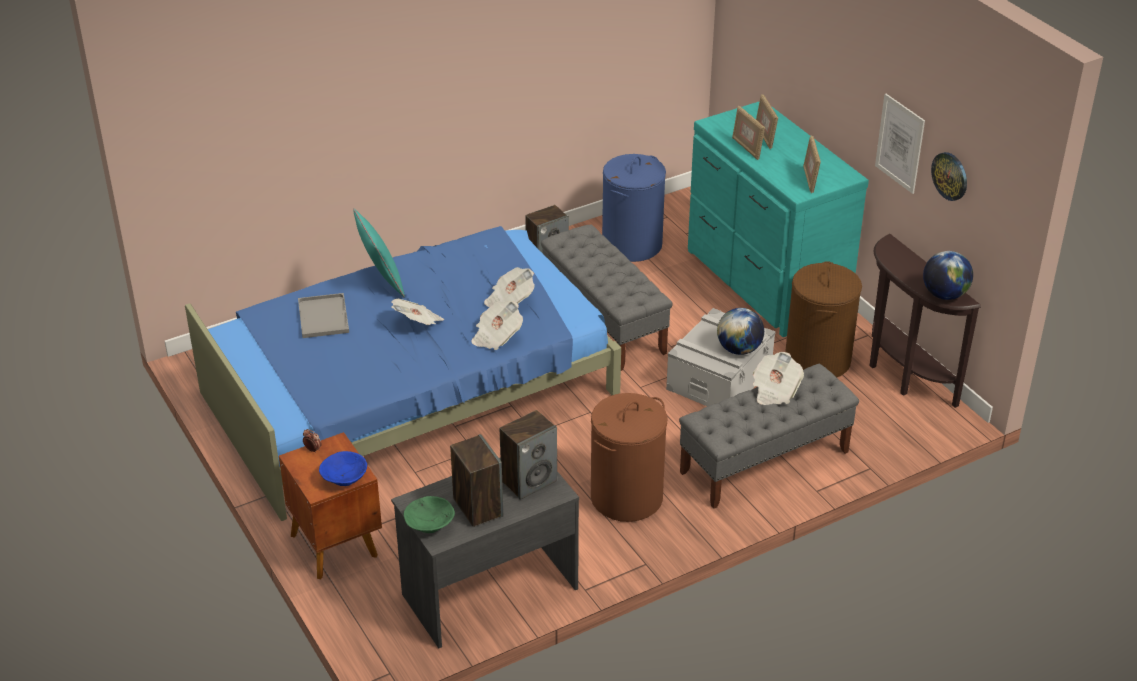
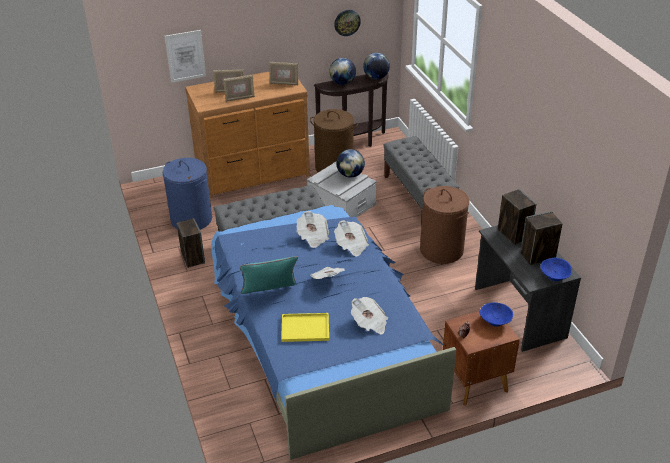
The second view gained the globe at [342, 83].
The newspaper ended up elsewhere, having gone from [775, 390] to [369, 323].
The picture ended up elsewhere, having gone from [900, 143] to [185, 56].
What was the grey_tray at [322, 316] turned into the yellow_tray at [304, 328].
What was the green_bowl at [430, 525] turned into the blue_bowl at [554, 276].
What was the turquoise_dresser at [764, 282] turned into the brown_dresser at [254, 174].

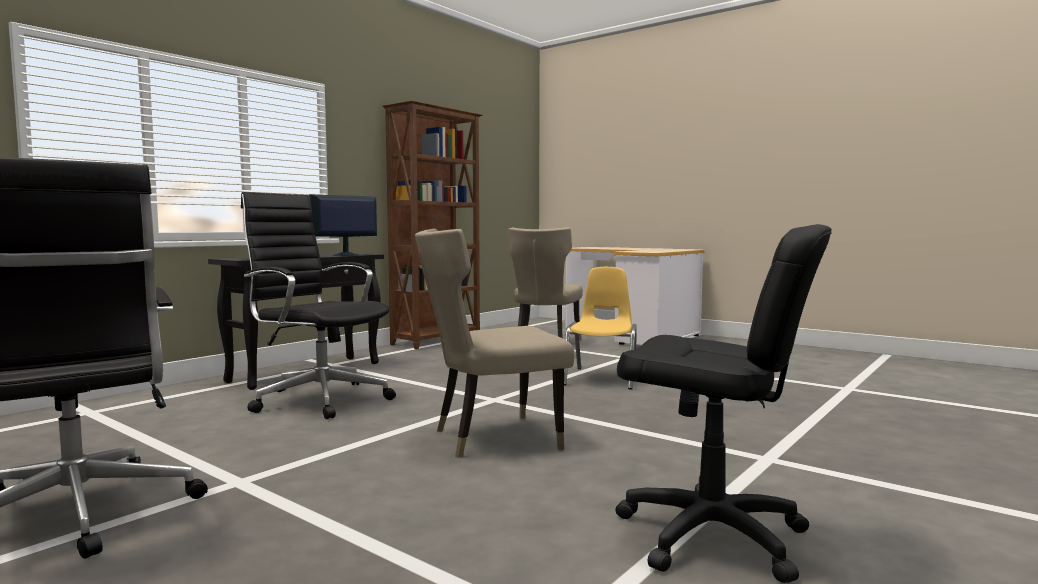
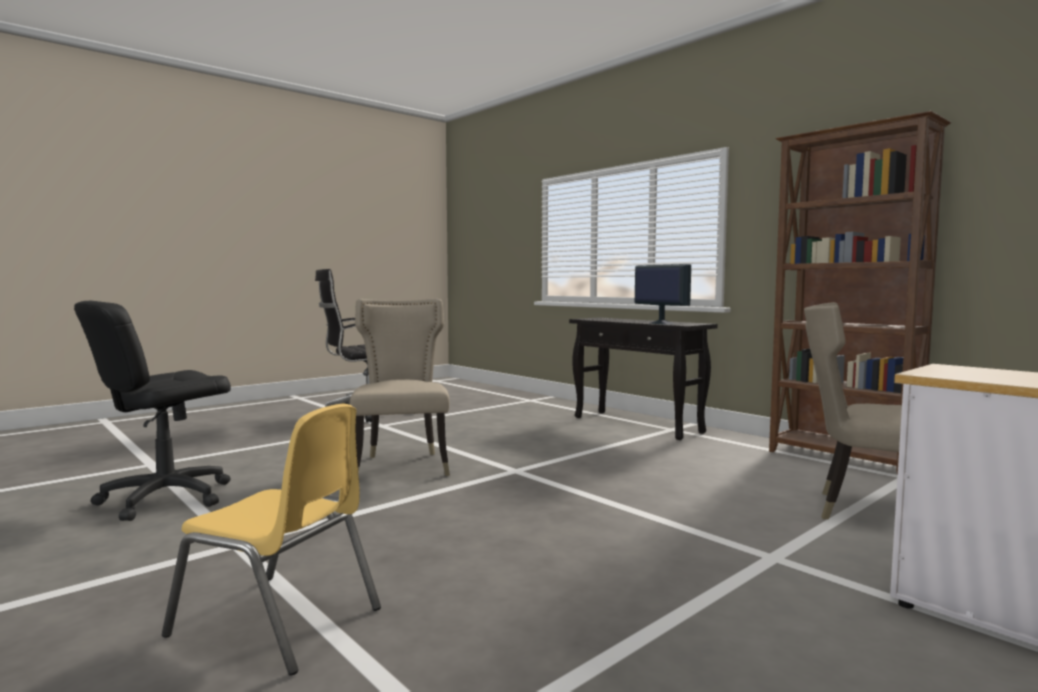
The second view lost the black_office_chair at [319, 399].
The yellow_chair ended up elsewhere, having gone from [602, 378] to [278, 622].

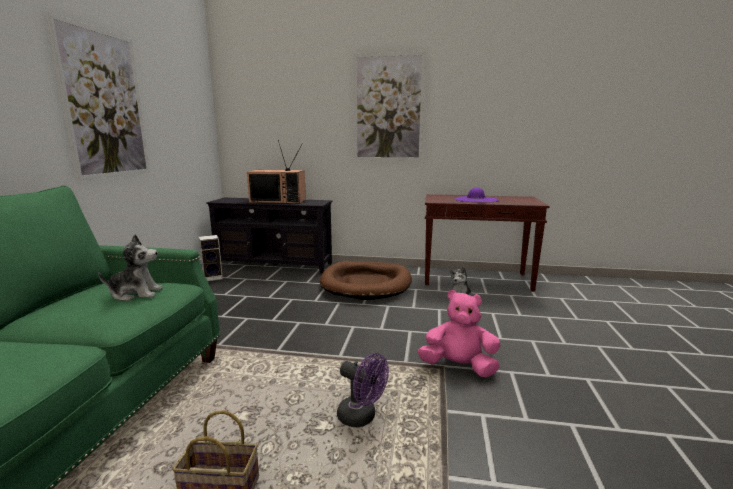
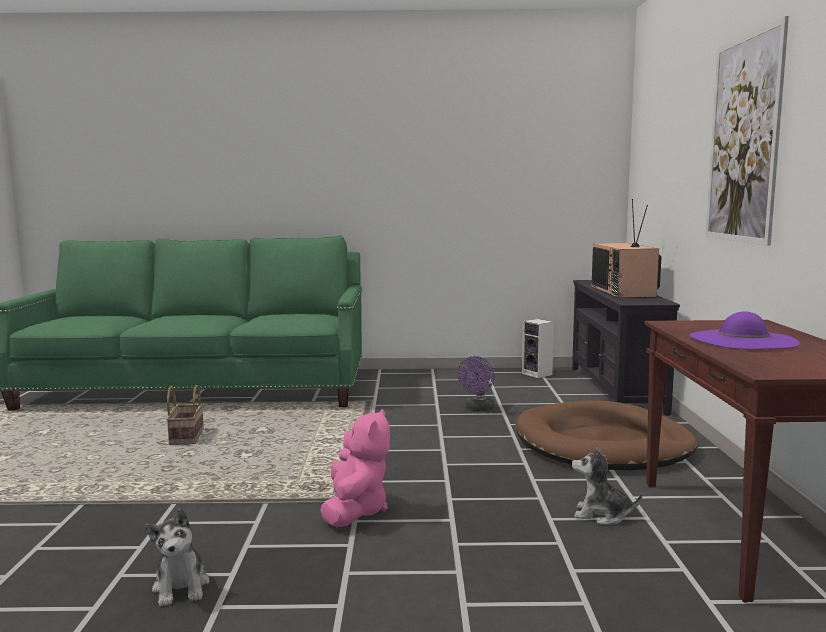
The second view lost the picture at [105, 104].
The plush_toy ended up elsewhere, having gone from [136, 294] to [181, 587].
The purple_fan ended up elsewhere, having gone from [362, 418] to [478, 409].

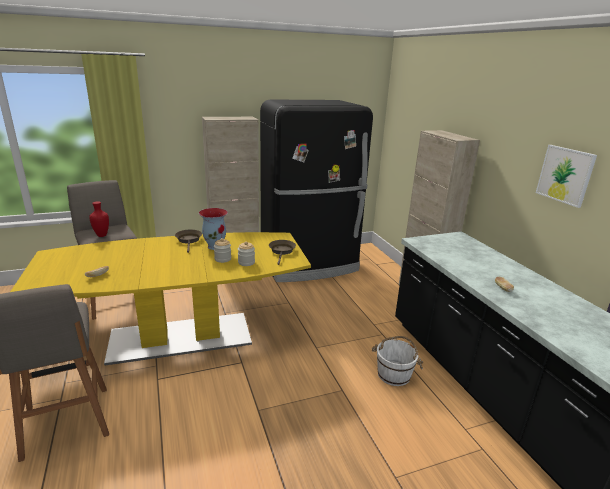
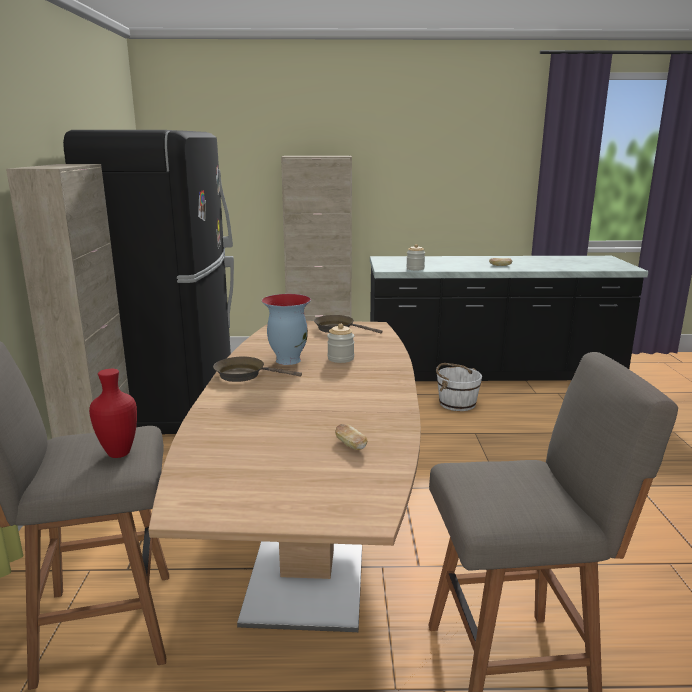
The second view lost the picture at [565, 175].
The jar ended up elsewhere, having gone from [246, 262] to [415, 268].
What was the yellow_dining_table at [181, 337] turned into the brown_dining_table at [313, 536].

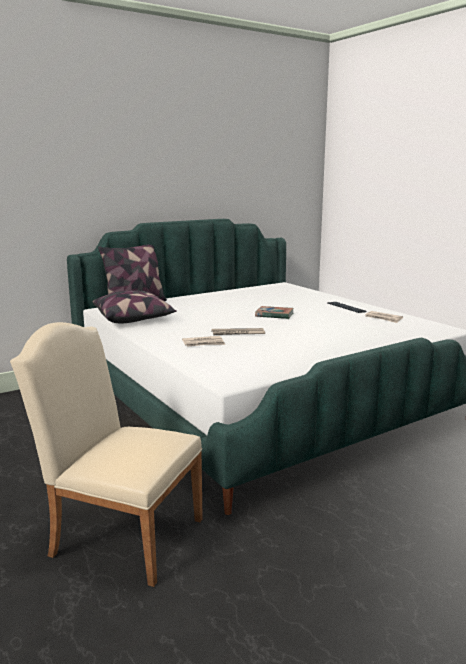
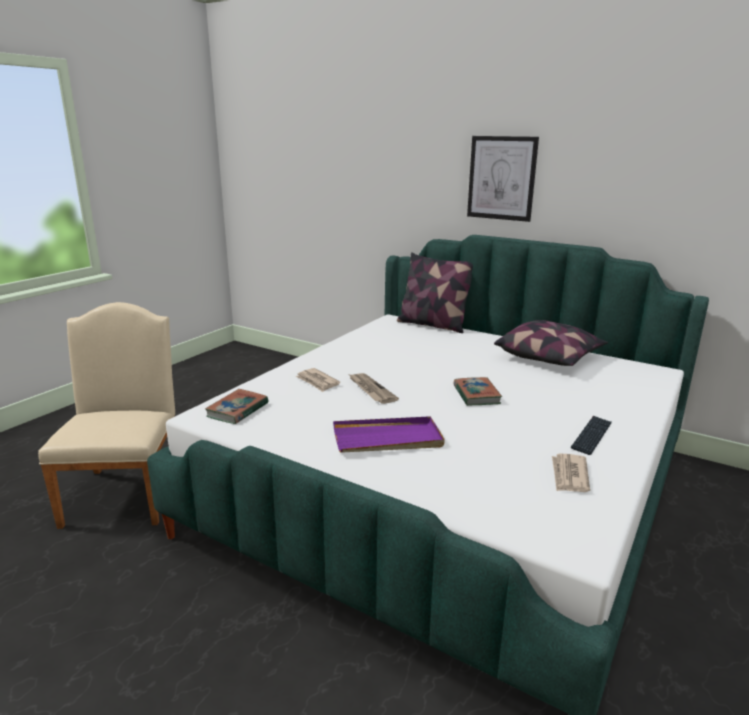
The second view gained the book at [237, 410].
The second view gained the purple_tray at [388, 439].
The second view gained the picture at [501, 178].
The pillow ended up elsewhere, having gone from [134, 319] to [549, 358].

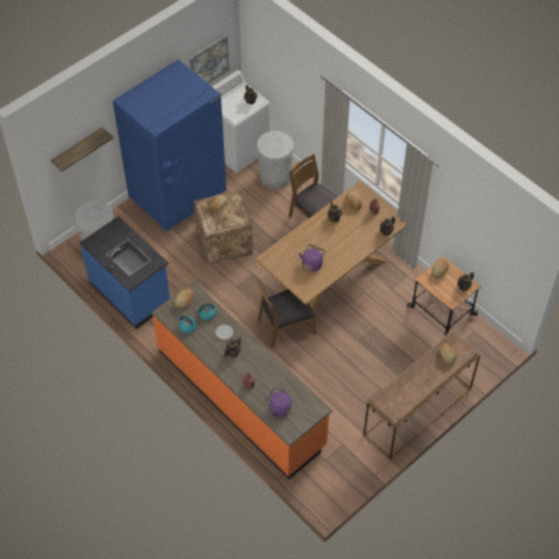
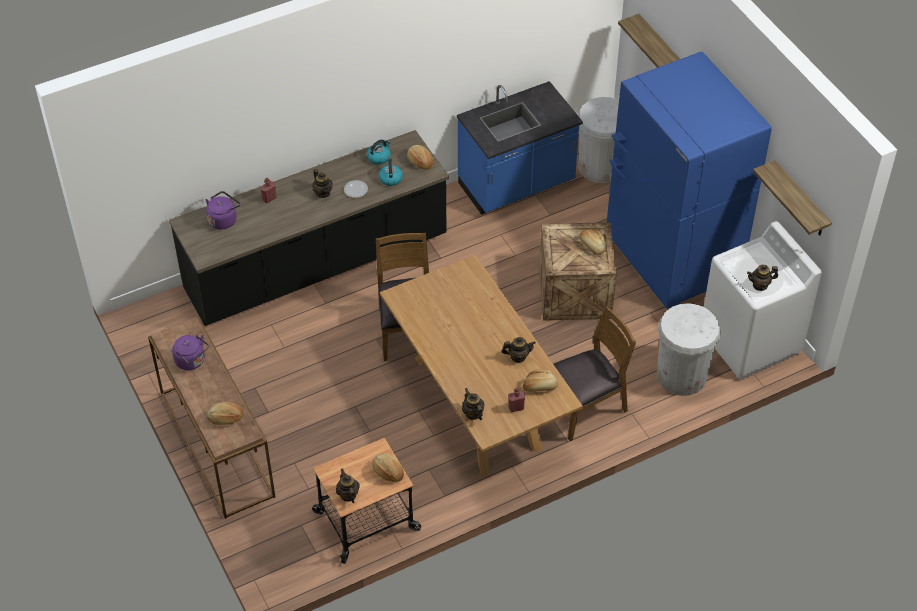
The purple_kettle ended up elsewhere, having gone from [312, 263] to [192, 361].
Where the picture hung at [208, 63], the shelf came to hang at [801, 200].
What was the orange_counter at [241, 397] turned into the black_counter at [317, 264].

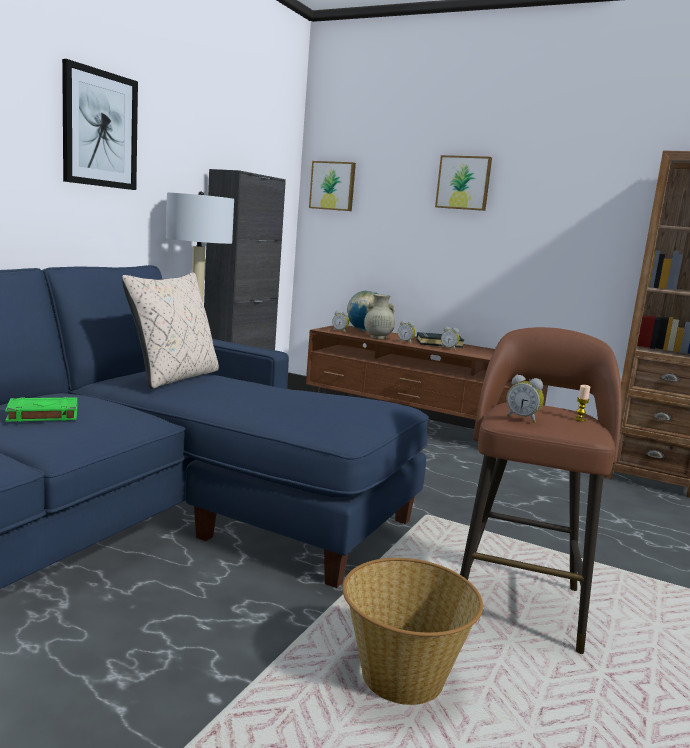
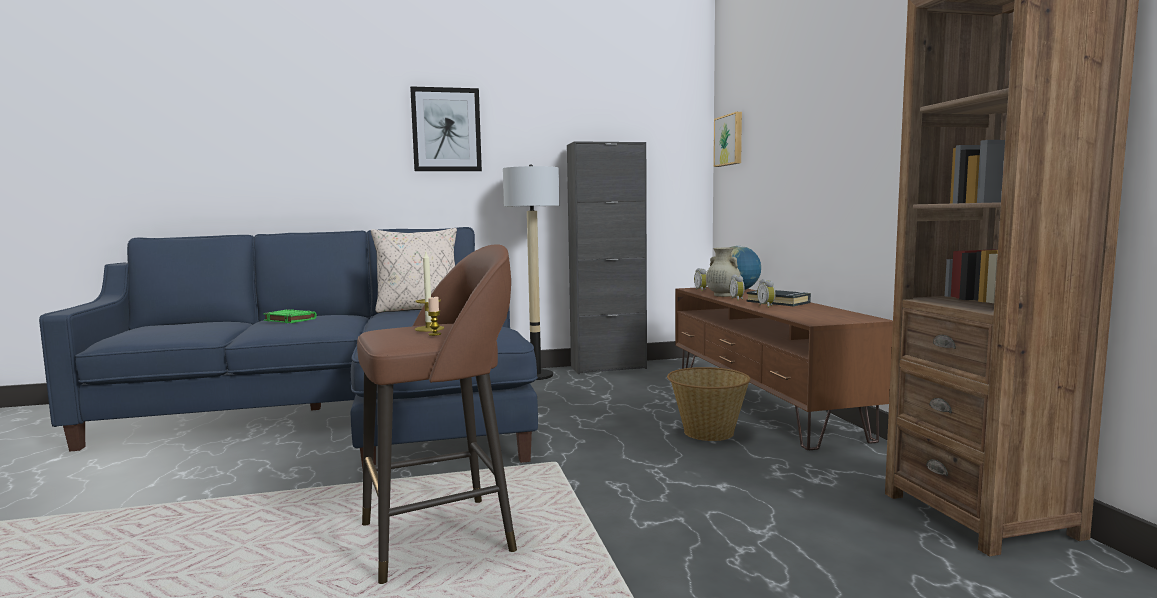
The second view lost the picture at [463, 183].
The second view lost the alarm_clock at [522, 418].
The second view gained the candle at [429, 329].
The basket ended up elsewhere, having gone from [401, 679] to [707, 432].

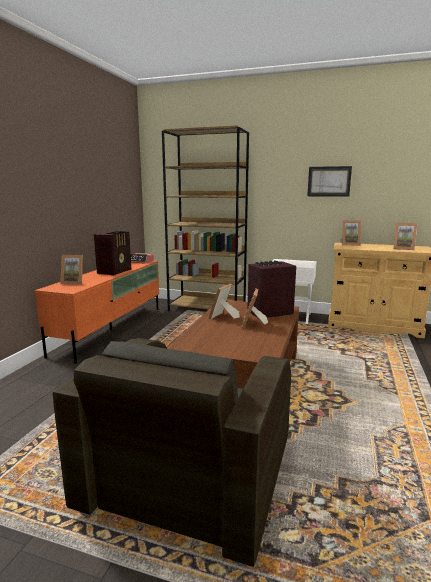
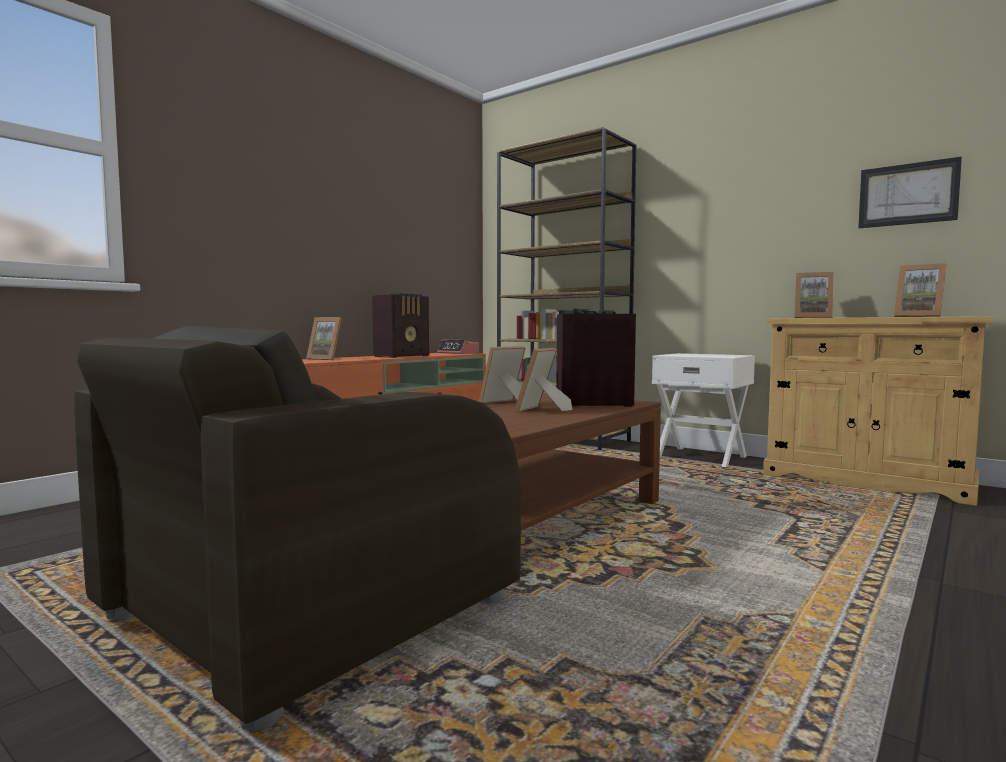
The picture ended up elsewhere, having gone from [329, 181] to [907, 194].

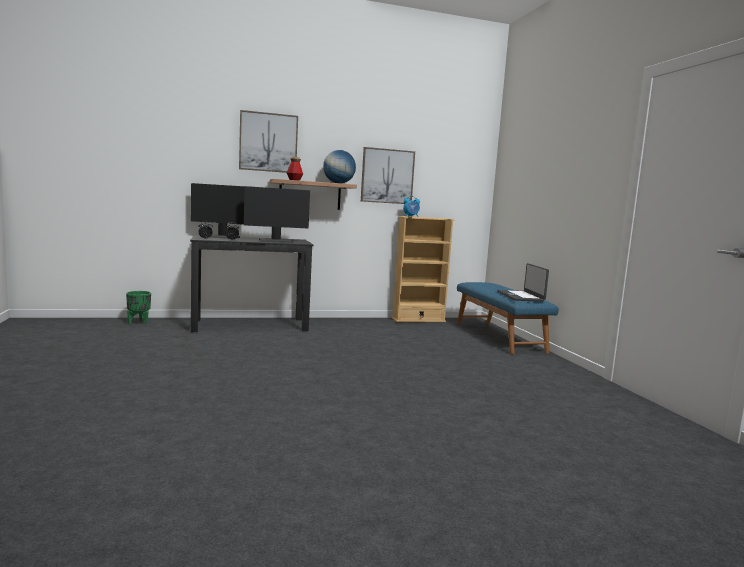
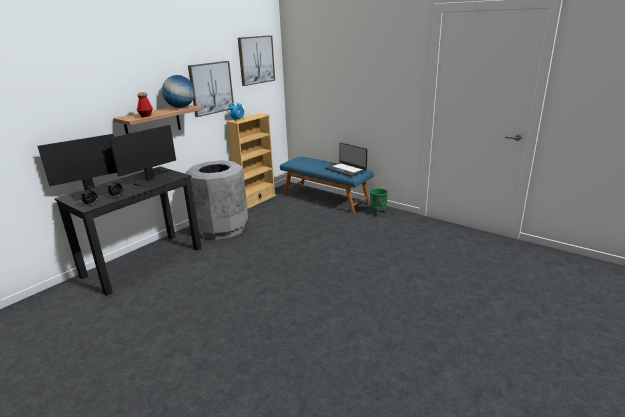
The second view gained the grey_trash_can at [222, 229].
The green_planter ended up elsewhere, having gone from [139, 322] to [378, 213].
The picture ended up elsewhere, having gone from [268, 142] to [256, 60].

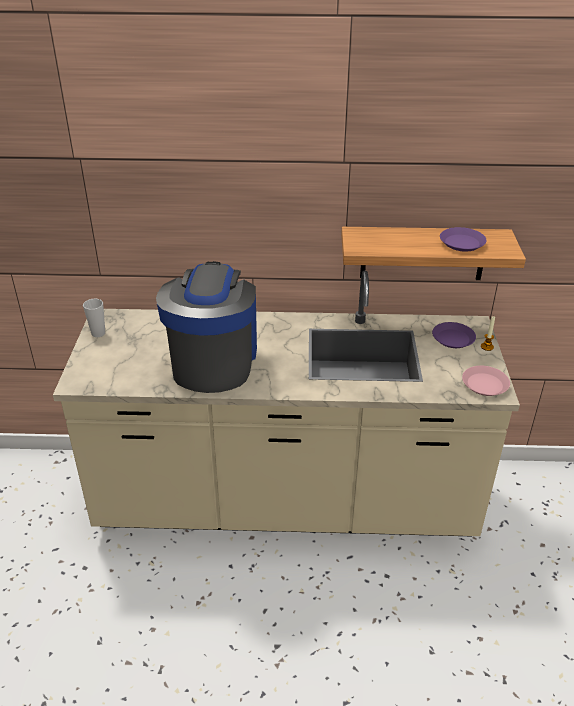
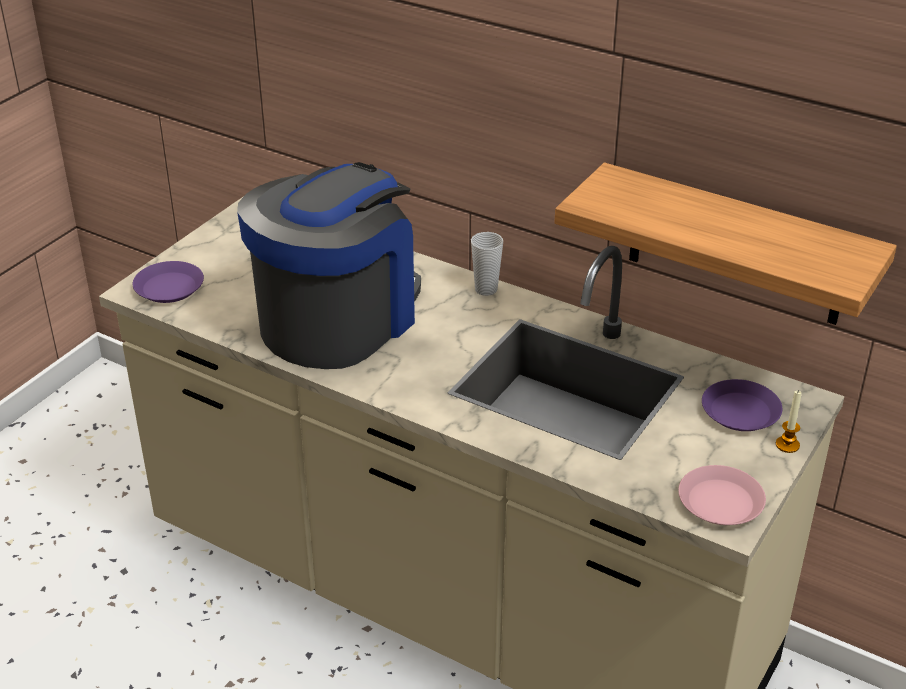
The cup ended up elsewhere, having gone from [98, 333] to [486, 289].
The purple_plate ended up elsewhere, having gone from [462, 243] to [169, 288].

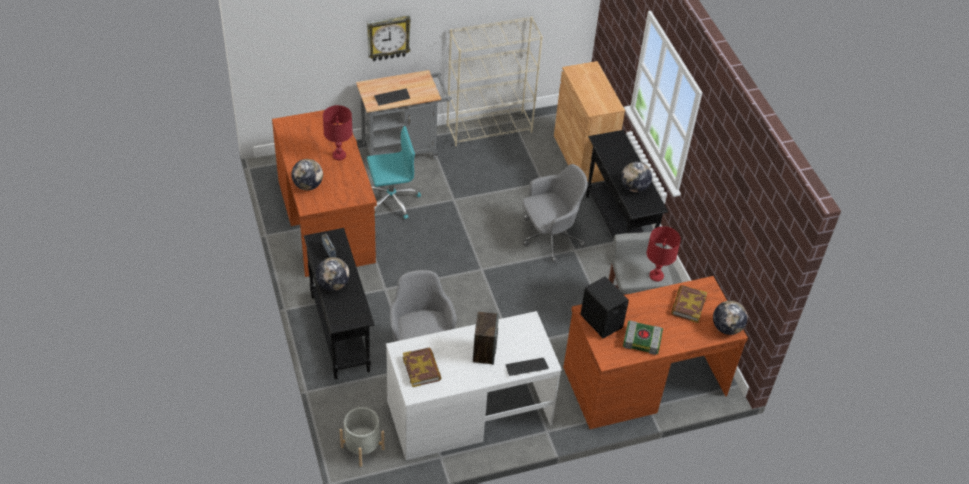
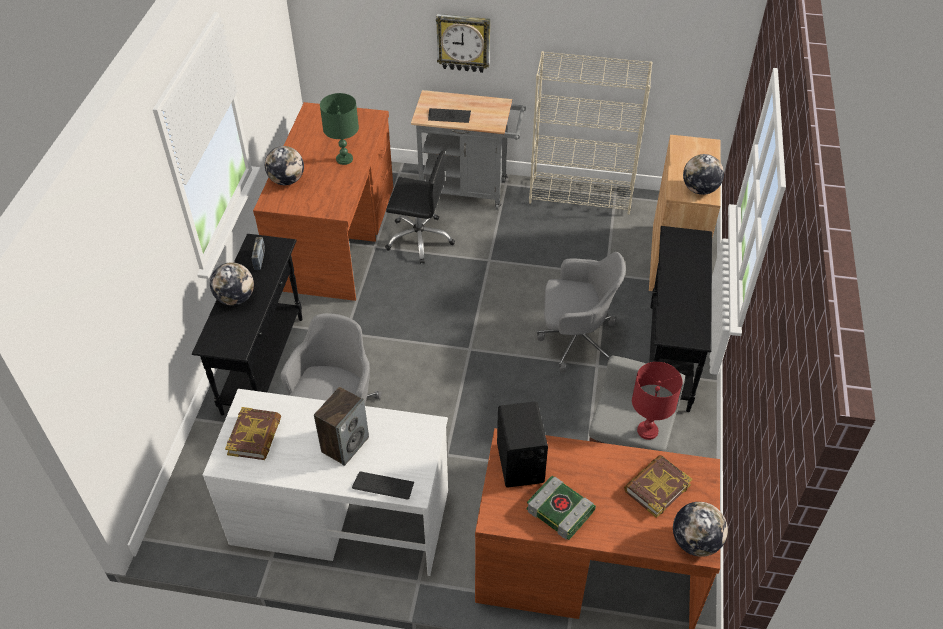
The second view lost the grey_planter at [362, 448].
The globe ended up elsewhere, having gone from [634, 187] to [699, 189].
What was the red_table_lamp at [339, 155] turned into the green_table_lamp at [345, 159].
What was the turquoise_office_chair at [391, 200] turned into the black_office_chair at [419, 239].

